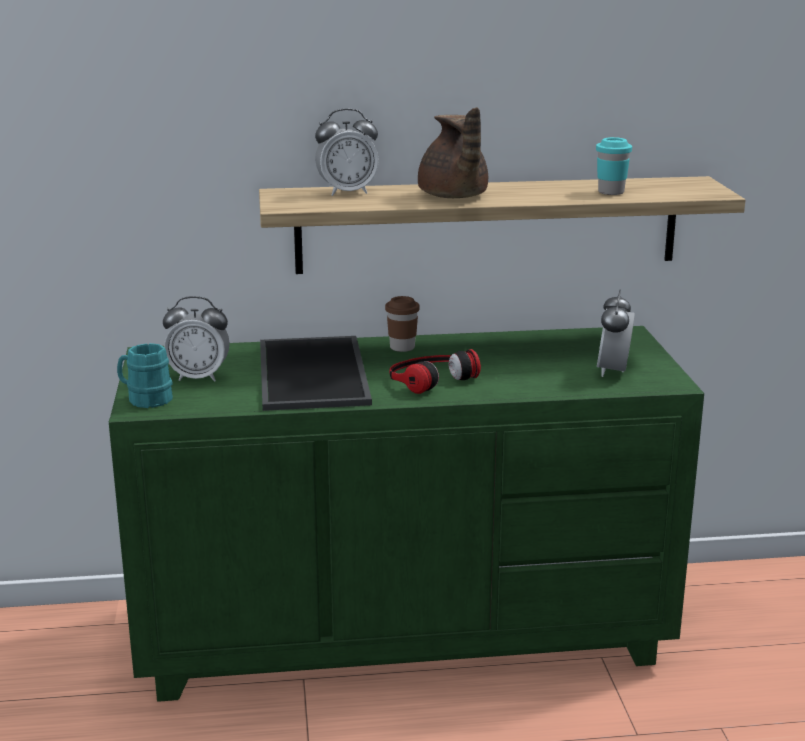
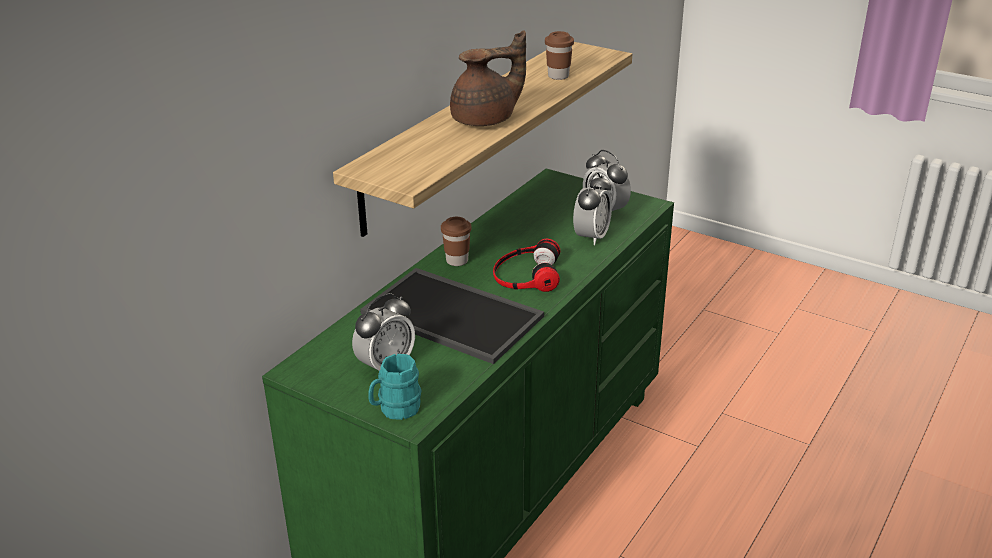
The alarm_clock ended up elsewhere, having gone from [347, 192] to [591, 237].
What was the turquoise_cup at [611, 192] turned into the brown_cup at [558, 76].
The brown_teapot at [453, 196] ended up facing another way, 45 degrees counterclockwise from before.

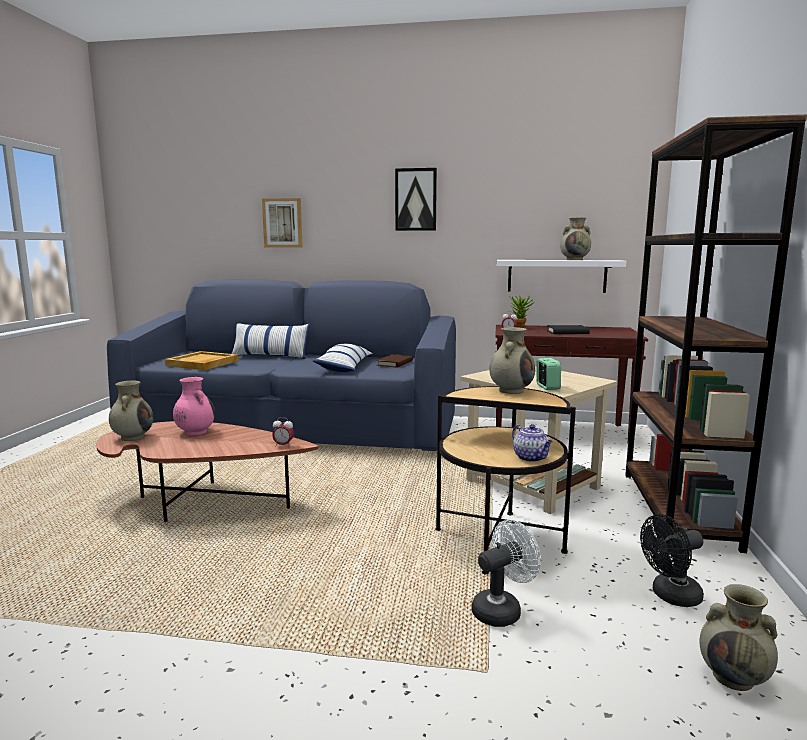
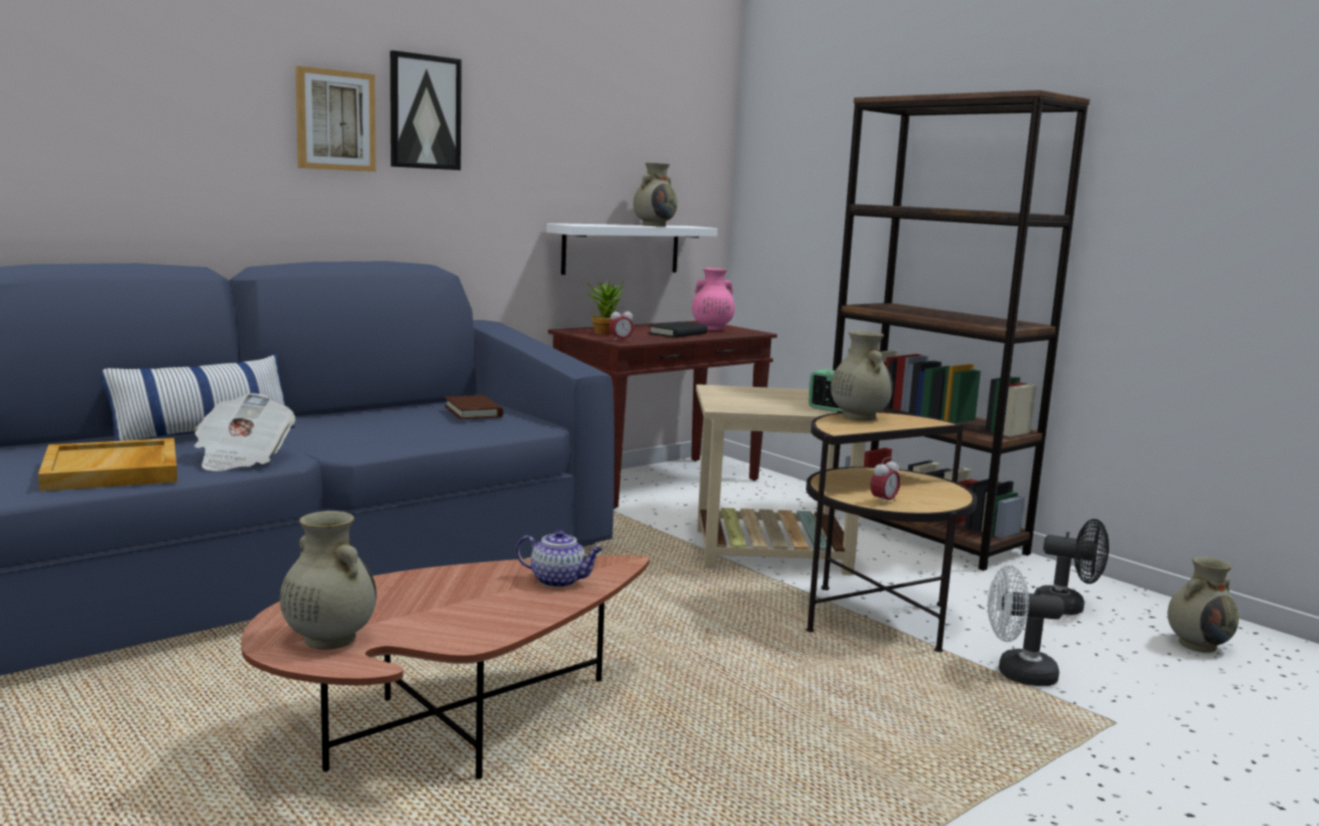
The second view lost the pillow at [344, 367].
The second view gained the newspaper at [242, 458].
The pink_vase ended up elsewhere, having gone from [195, 432] to [711, 328].
The picture ended up elsewhere, having gone from [283, 223] to [335, 120].
The alarm_clock ended up elsewhere, having gone from [283, 445] to [883, 502].
The teapot ended up elsewhere, having gone from [531, 458] to [559, 581].
The white_fan at [502, 610] ended up facing another way, 90 degrees counterclockwise from before.
The black_fan at [670, 596] ended up facing another way, 90 degrees counterclockwise from before.

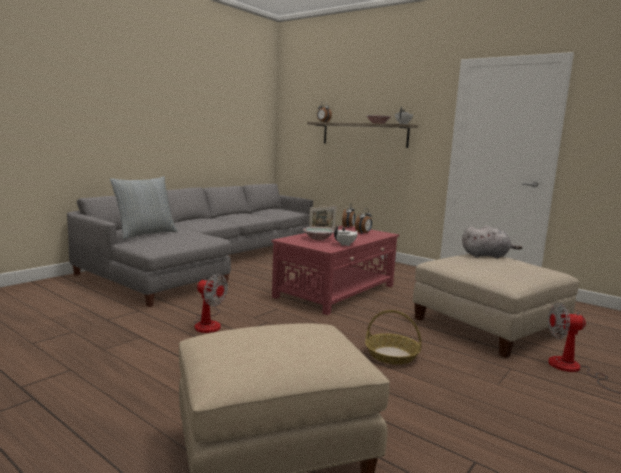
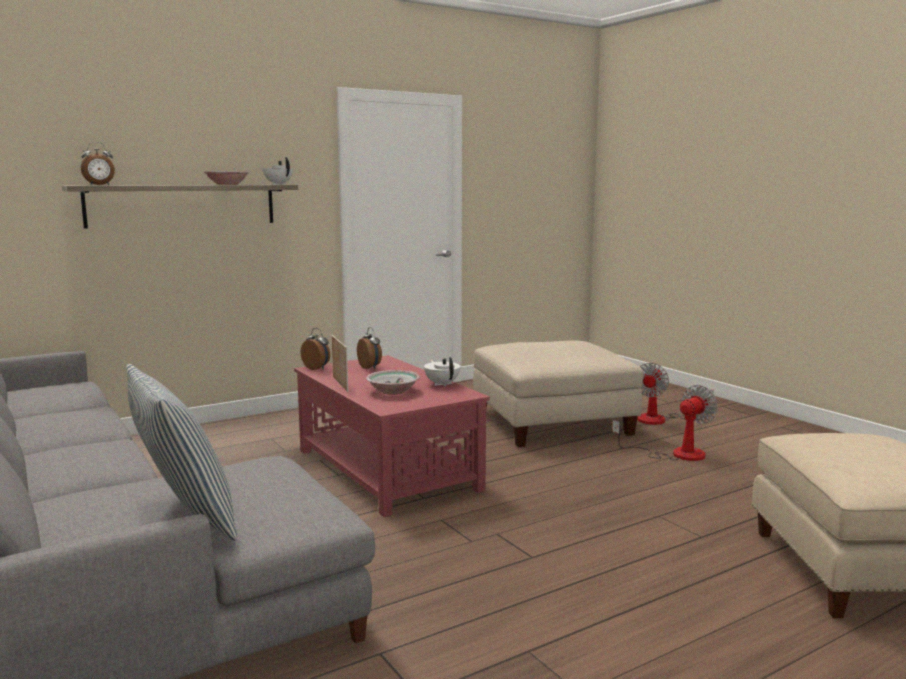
The second view lost the basket at [391, 355].
The second view lost the grey_plush_toy at [486, 256].
The fan ended up elsewhere, having gone from [208, 323] to [676, 454].

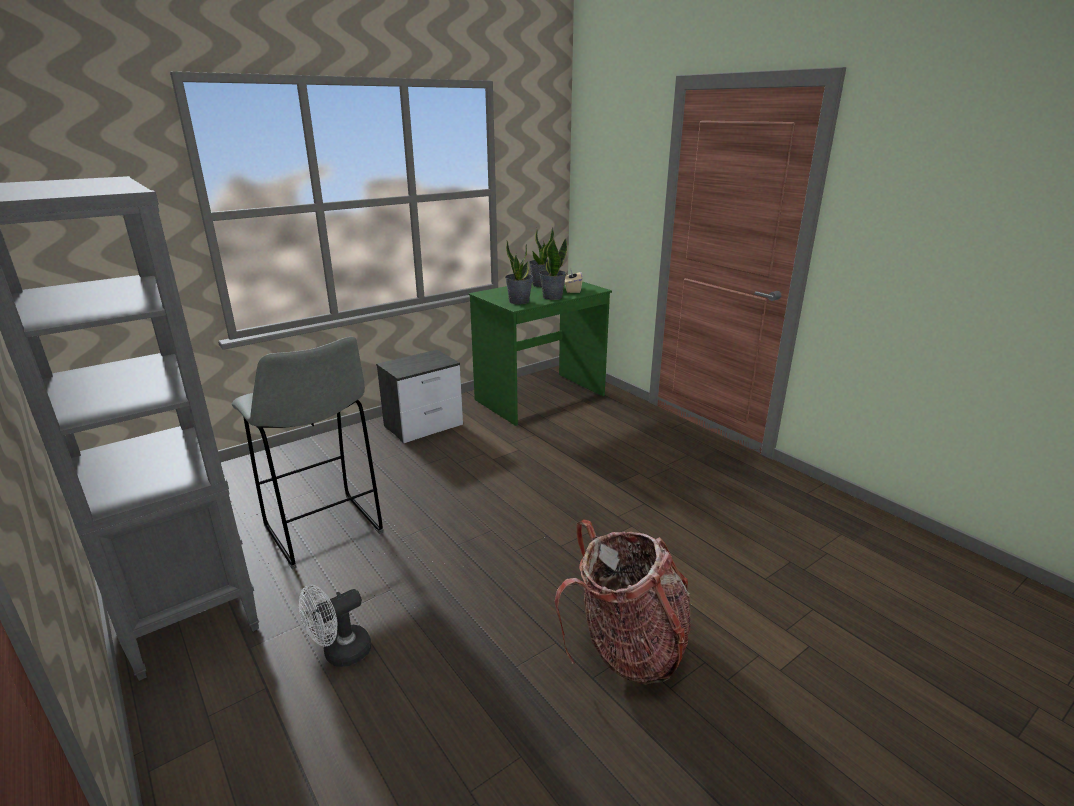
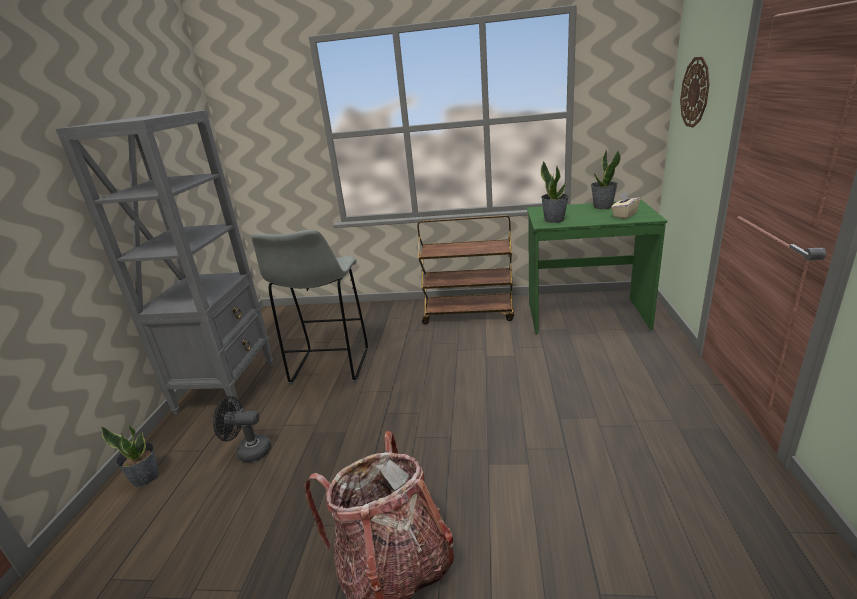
The second view gained the wall_clock at [695, 92].
The potted_plant ended up elsewhere, having gone from [552, 297] to [145, 477].
Where the nightstand stood at [425, 426], the brown_cart came to stand at [469, 314].
What was the white_fan at [340, 653] turned into the black_fan at [248, 451].

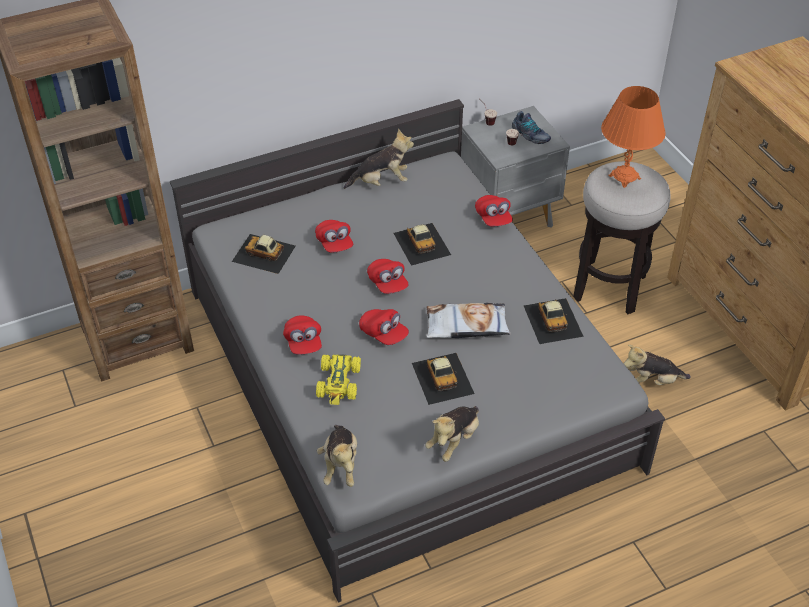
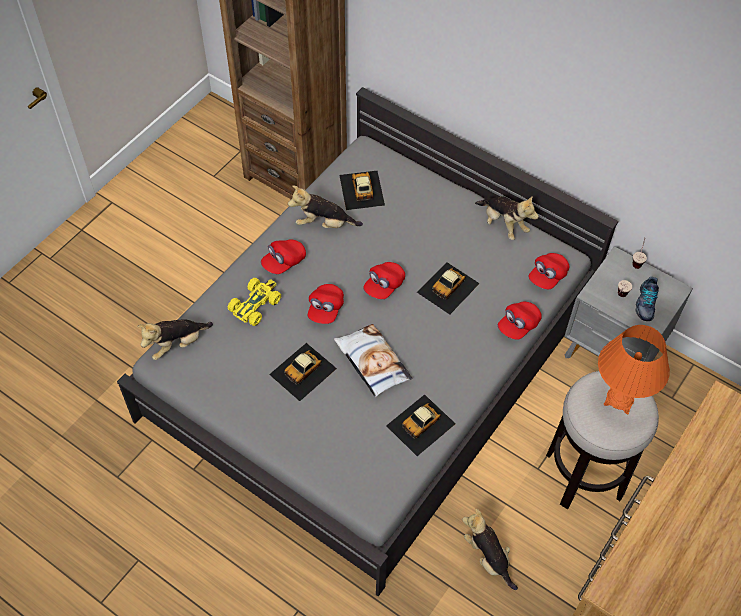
The red_cap ended up elsewhere, having gone from [334, 243] to [547, 276].
The plush_toy ended up elsewhere, having gone from [454, 440] to [324, 224].
The yellow_toy_car at [339, 383] ended up facing another way, 150 degrees clockwise from before.

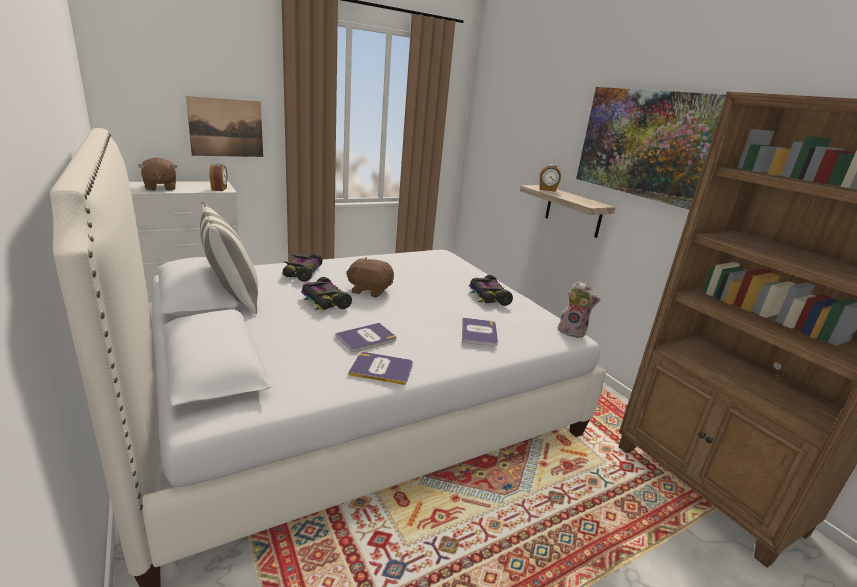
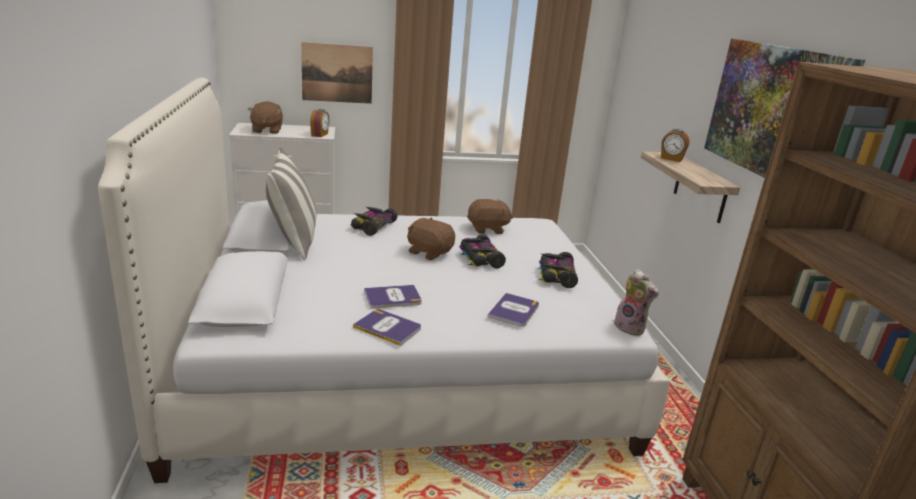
The second view gained the brown_plush_toy at [487, 229].
The toy_car ended up elsewhere, having gone from [324, 301] to [480, 258].

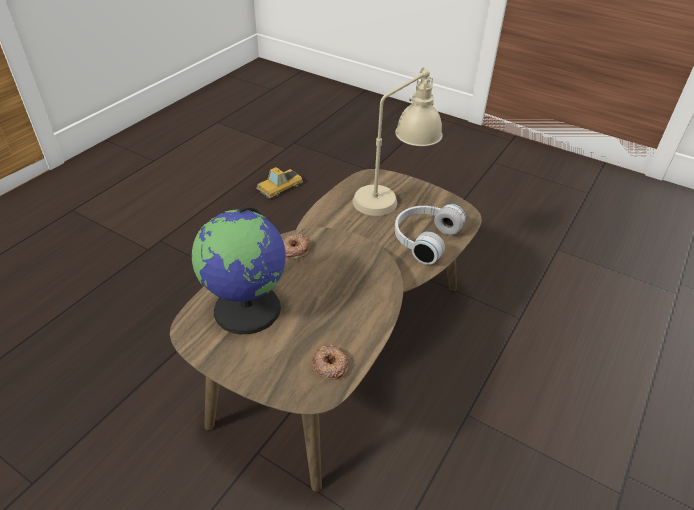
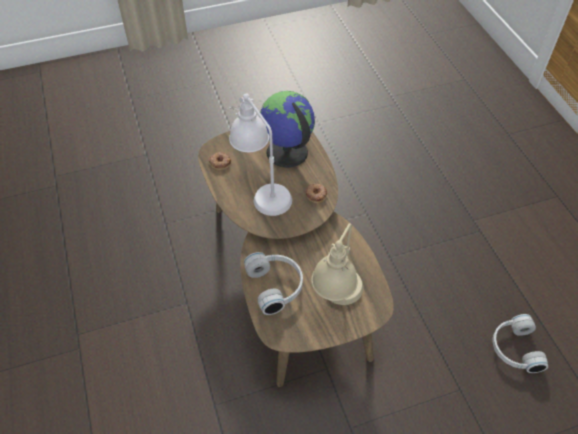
The second view gained the white_table_lamp at [261, 190].
Where the toy_car stood at [279, 186], the white_headphones came to stand at [513, 348].

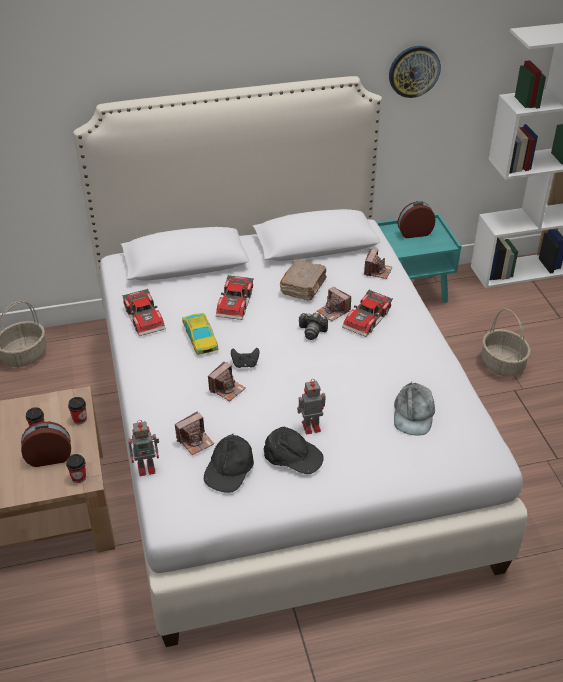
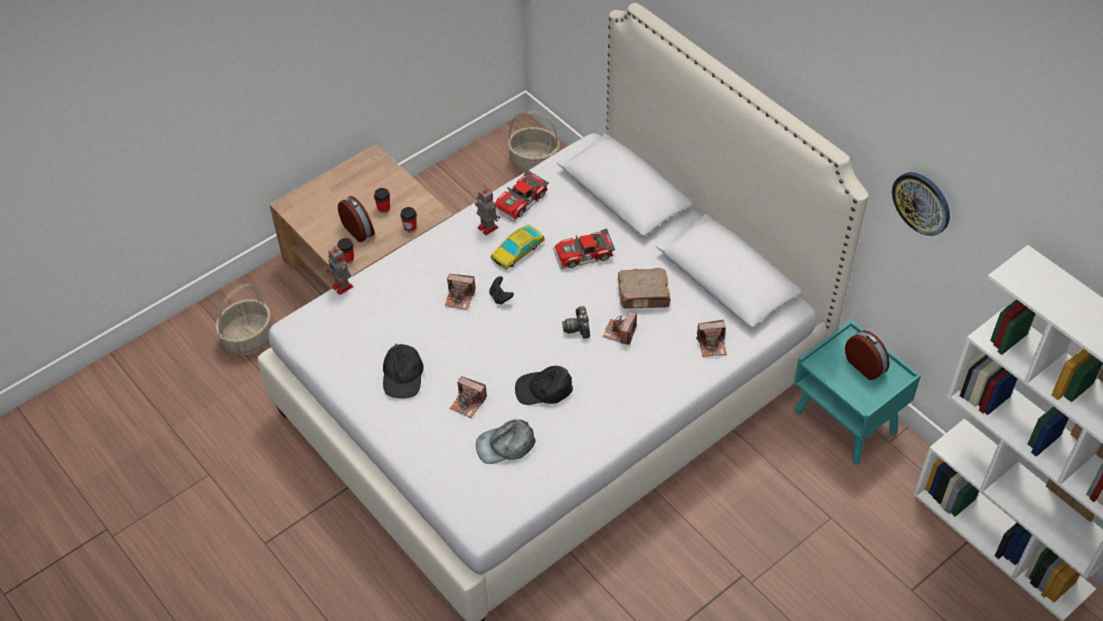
The second view lost the toy_car at [368, 319].
The photo_camera ended up elsewhere, having gone from [195, 441] to [468, 403].
The black_cap ended up elsewhere, having gone from [229, 468] to [544, 389].
The toy_robot ended up elsewhere, having gone from [310, 426] to [487, 227].
The basket ended up elsewhere, having gone from [501, 364] to [248, 337].

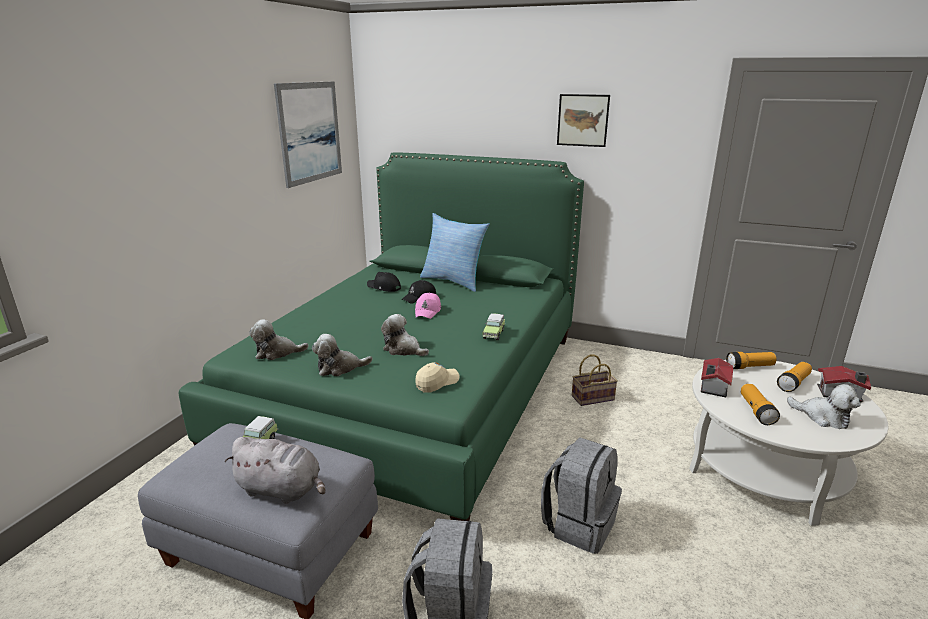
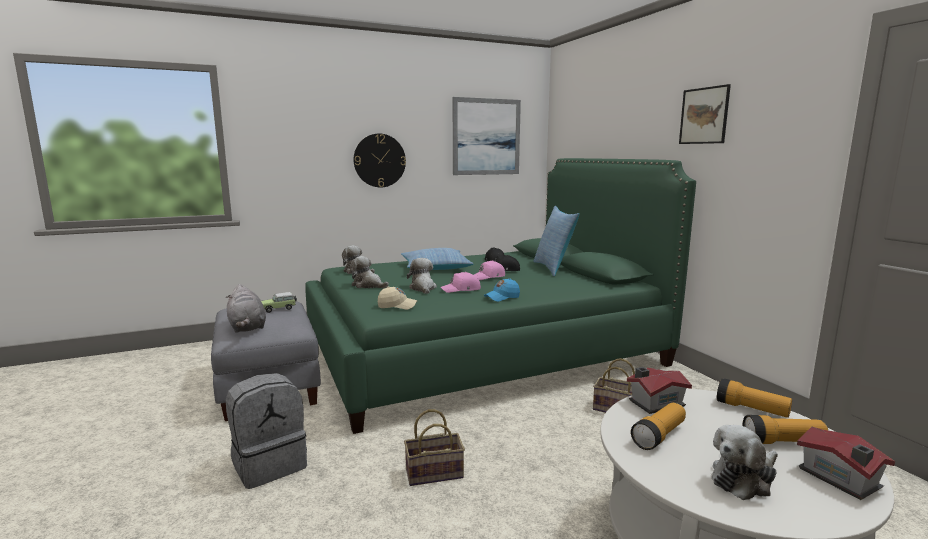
The second view gained the wall_clock at [379, 160].
The second view gained the pillow at [435, 268].
The second view gained the pink_cap at [461, 289].
Where the toy_car stood at [494, 334], the blue_cap came to stand at [502, 297].
Where the grey_backpack stood at [579, 524], the basket came to stand at [435, 472].
The plush_toy at [823, 417] ended up facing another way, 60 degrees clockwise from before.

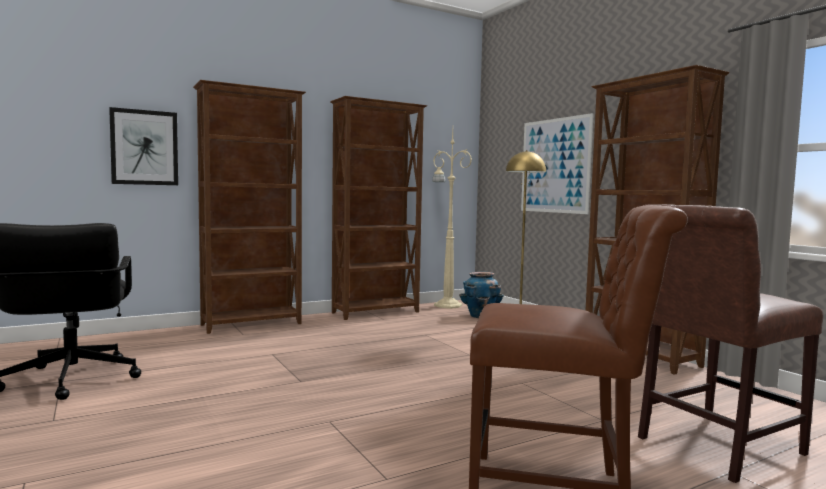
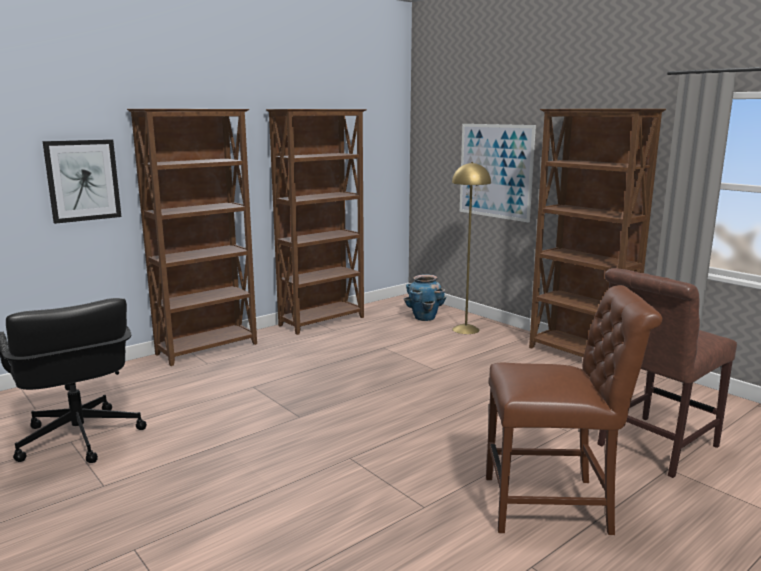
The second view lost the beige_floor_lamp at [446, 305].

